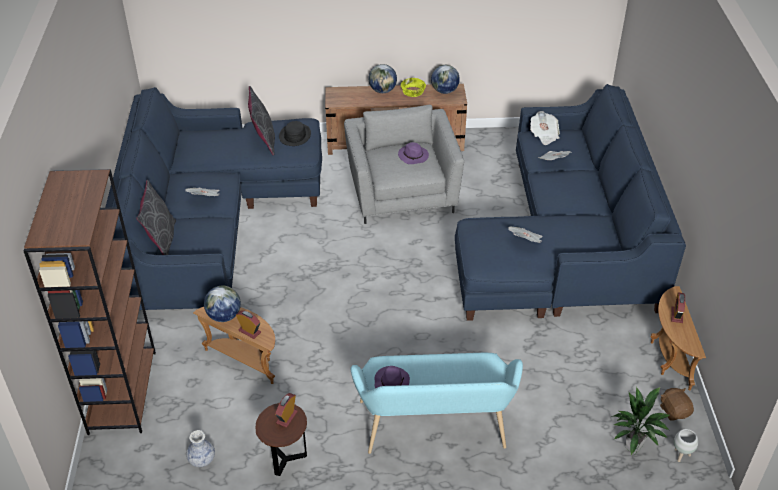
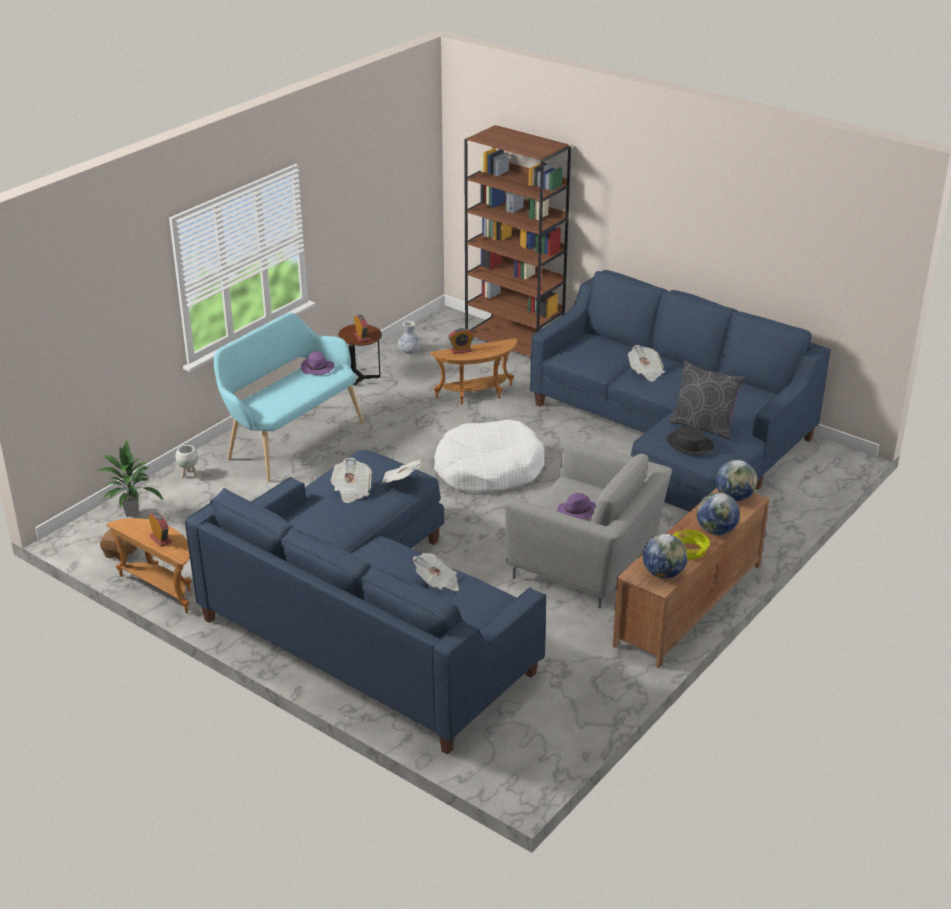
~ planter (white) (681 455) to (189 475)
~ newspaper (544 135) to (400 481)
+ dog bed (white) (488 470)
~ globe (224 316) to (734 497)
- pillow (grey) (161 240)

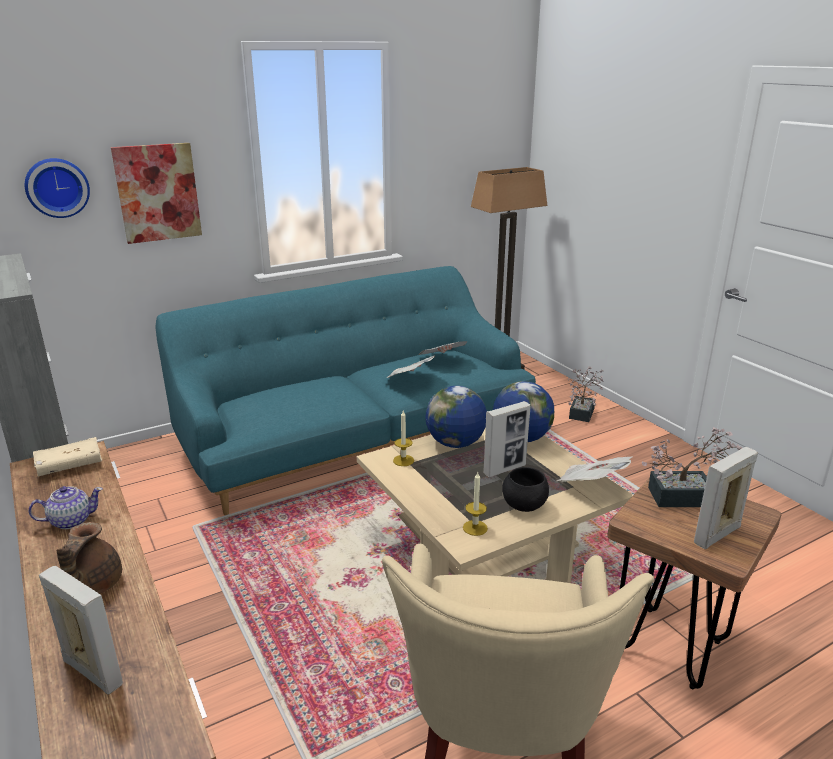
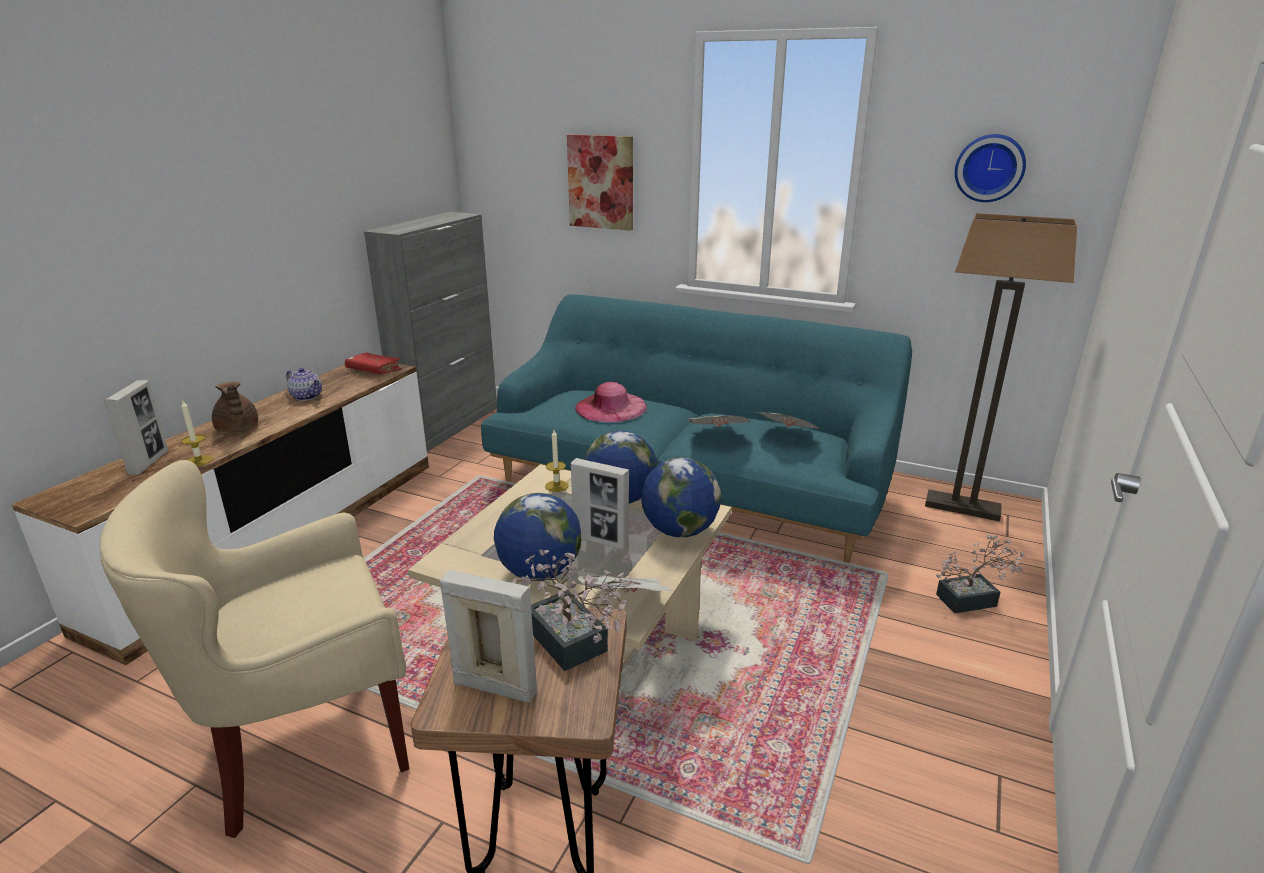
~ candle (475 528) to (199 461)
~ teapot (brown) (92 585) = (237 429) 90 degrees counterclockwise
~ book (beige) (69 465) to book (red) (374 370)
~ bowl (black) (523 505) to globe (540 573)
+ hat (pink) (611 407)
~ wall clock (57 187) to (989 168)

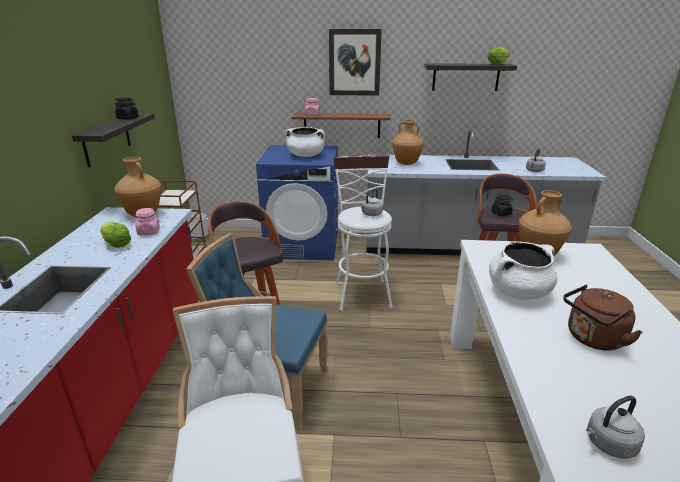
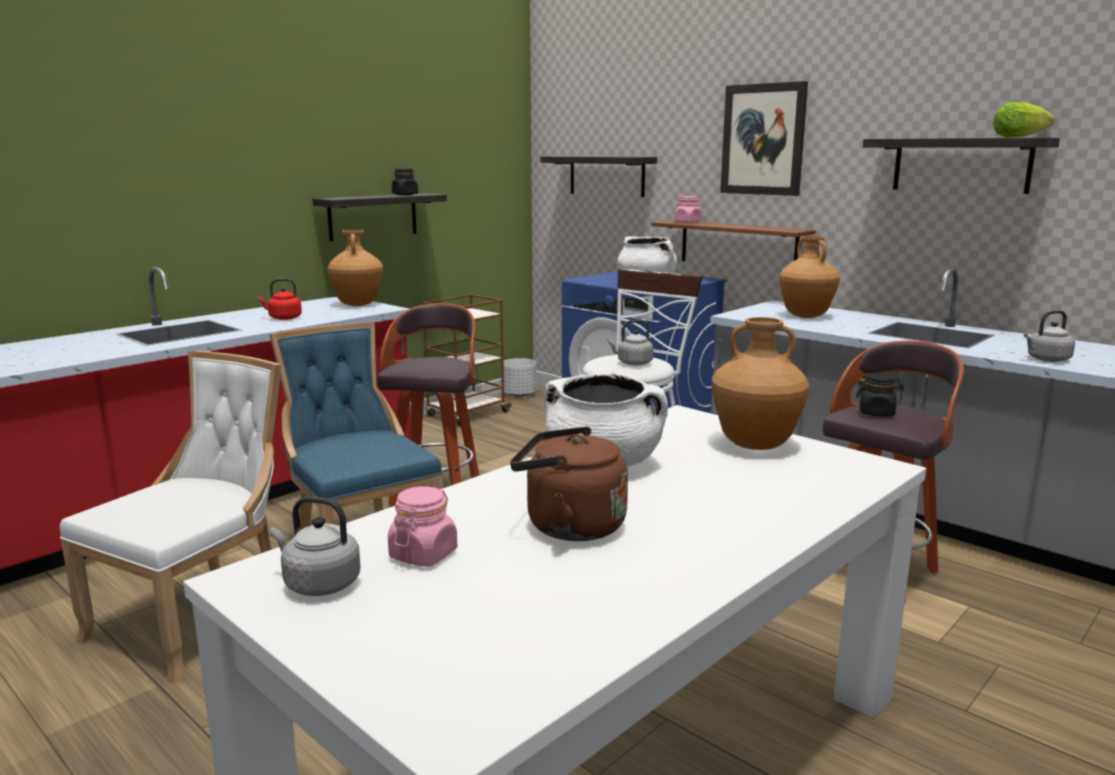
~ lettuce (116 244) to kettle (red) (283 318)
~ jar (pink) (149 232) to (423 554)
+ shelf (606 176)

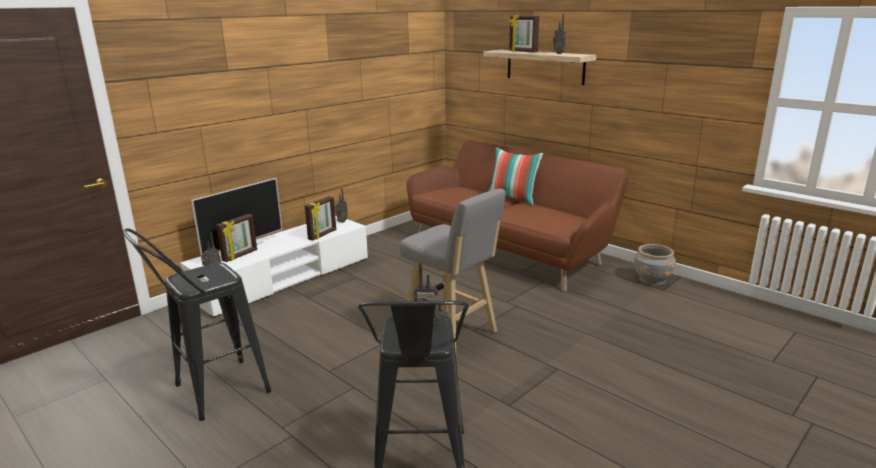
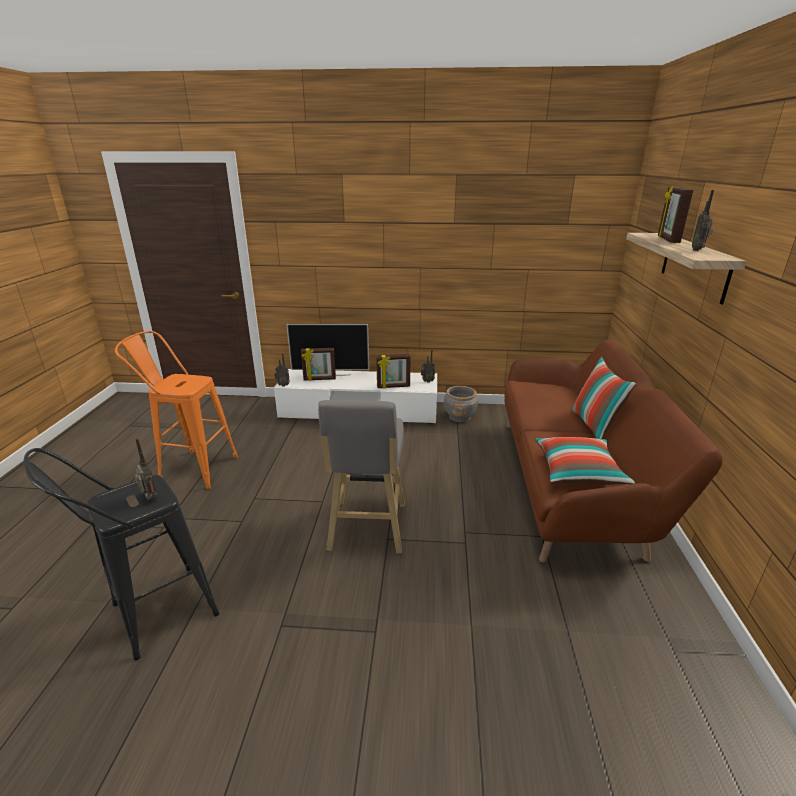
~ stool (black) (212 392) to stool (orange) (192 468)
~ planter (grey) (652 279) to (460 417)
+ pillow (578 471)

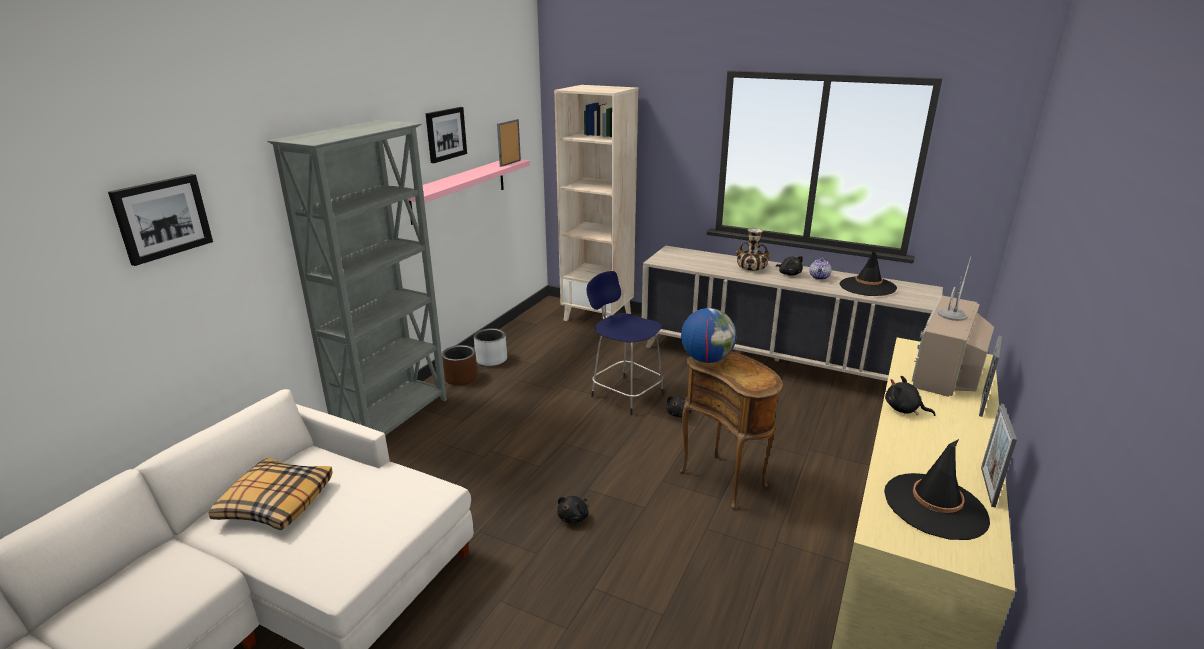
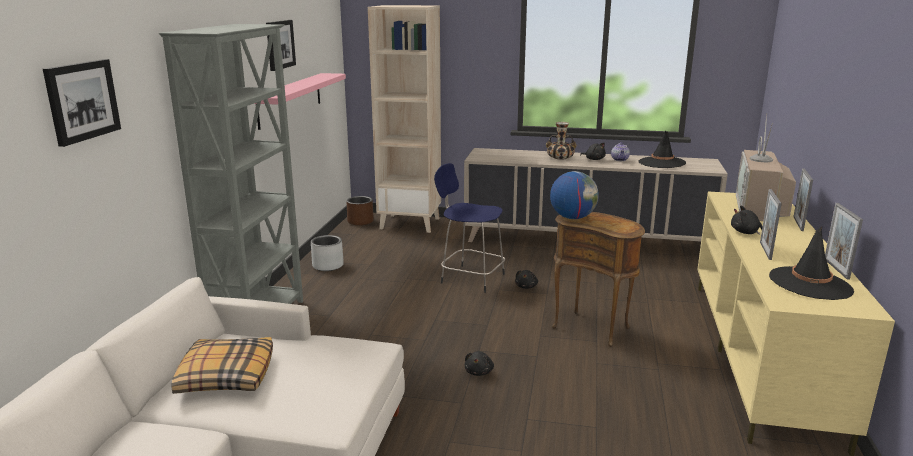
~ planter (brown) (461 378) to (360 221)
~ picture frame (510 163) to (765 250)

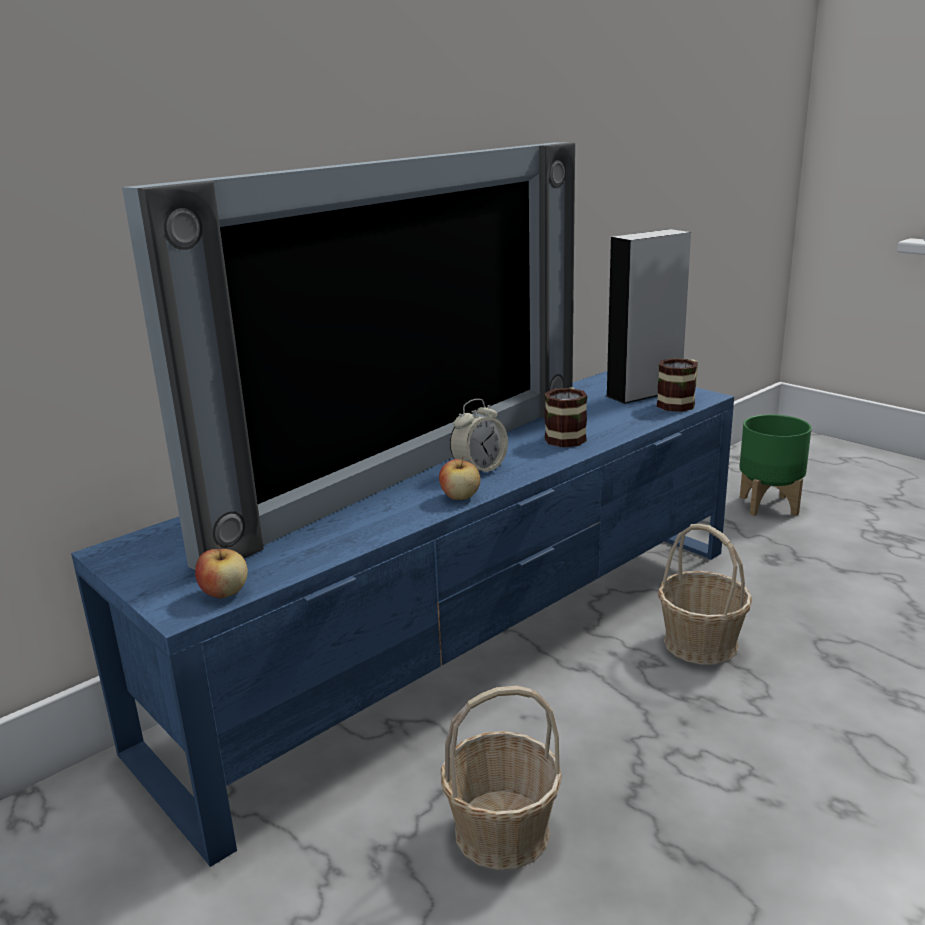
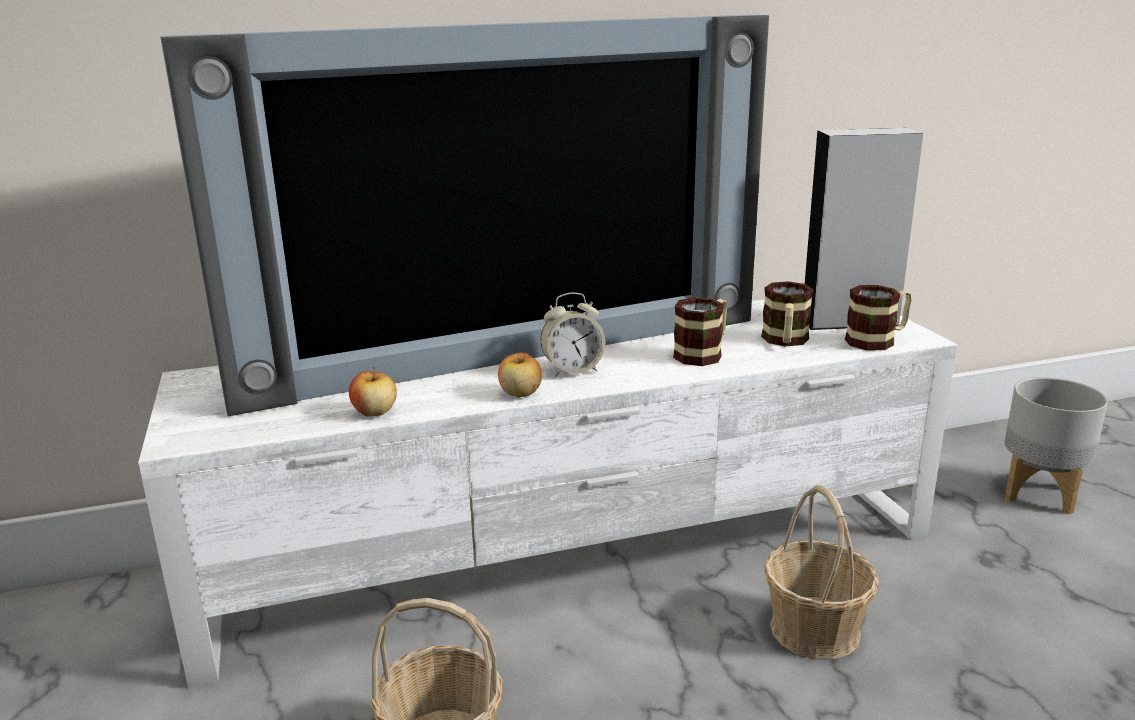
~ tv stand (blue) (471 637) to tv stand (white) (574 550)
~ apple (224 592) to (375 412)
+ mug (785 341)
~ planter (green) (769 505) to planter (grey) (1041 494)

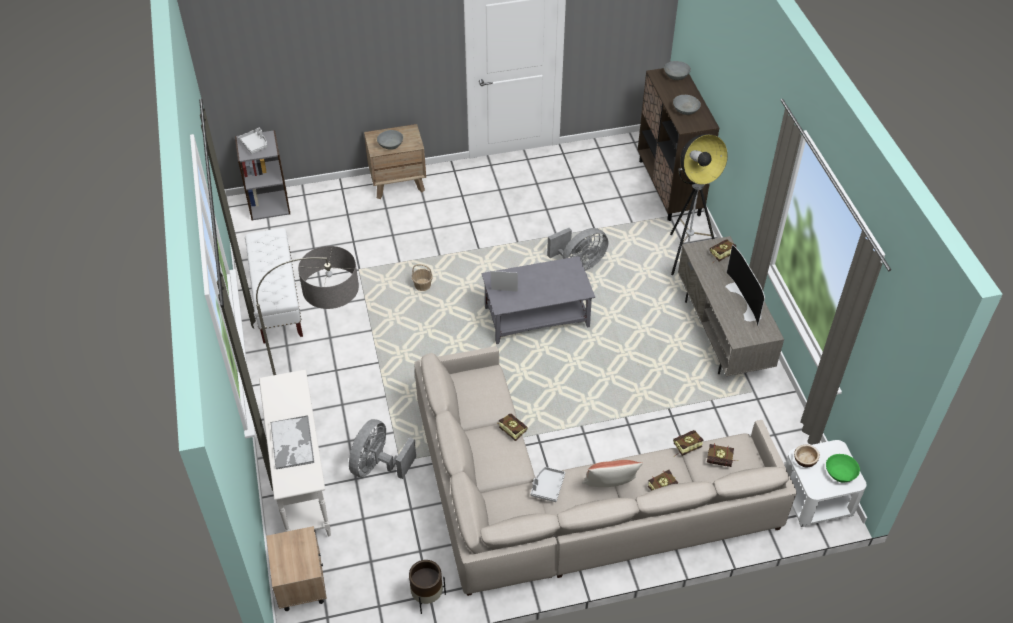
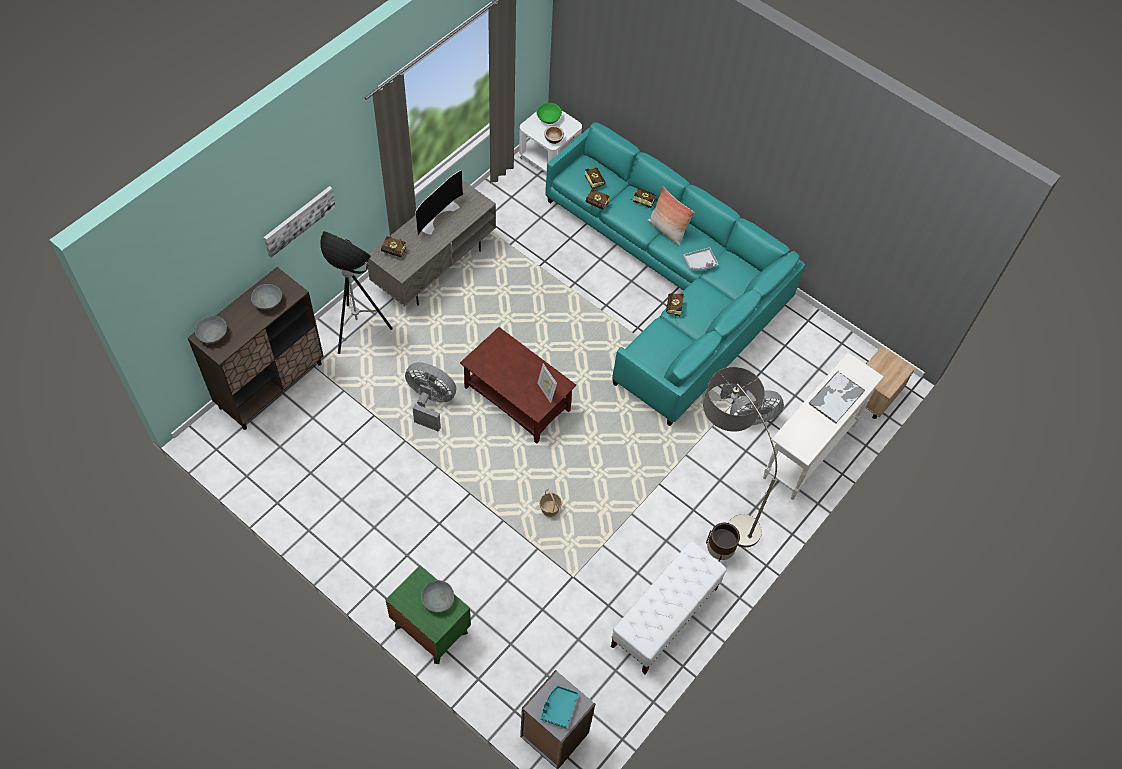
+ picture (299 220)
~ nightstand (brown) (398 183) to nightstand (green) (430 629)
~ coffee table (grey) (536 317) to coffee table (brown) (518 399)
~ tray (grey) (255 144) to tray (turquoise) (559 708)
~ sofa (beige) (568 501) to sofa (turquoise) (670 284)
~ planter (brown) (427 597) to (719 553)

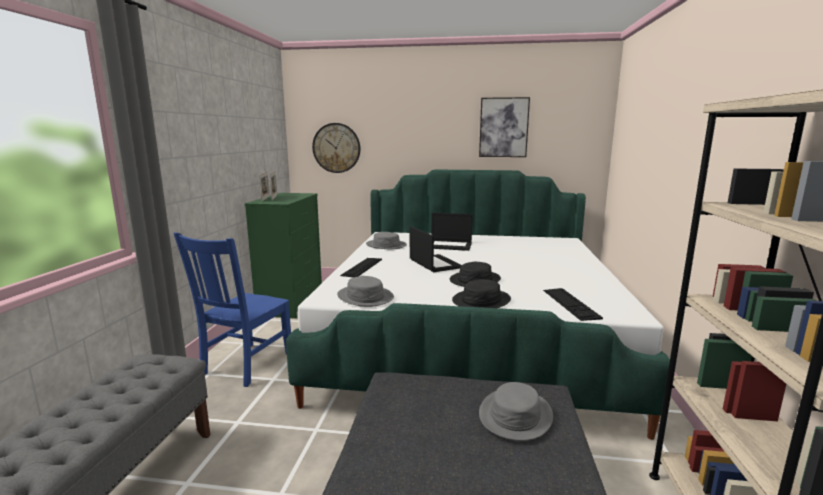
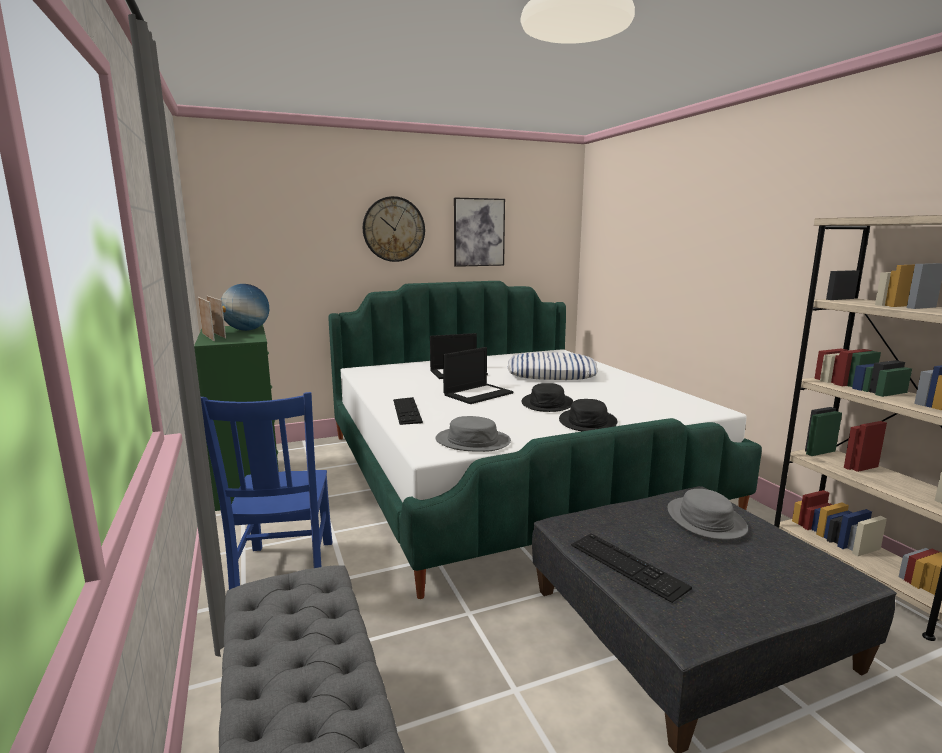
+ globe (247 330)
~ wall clock (336 148) to (393 229)
~ laptop (434 263) = (478 394) 105 degrees clockwise
+ pillow (552 374)
~ keyboard (570 303) to (627 565)
- hat (grey) (386 245)

